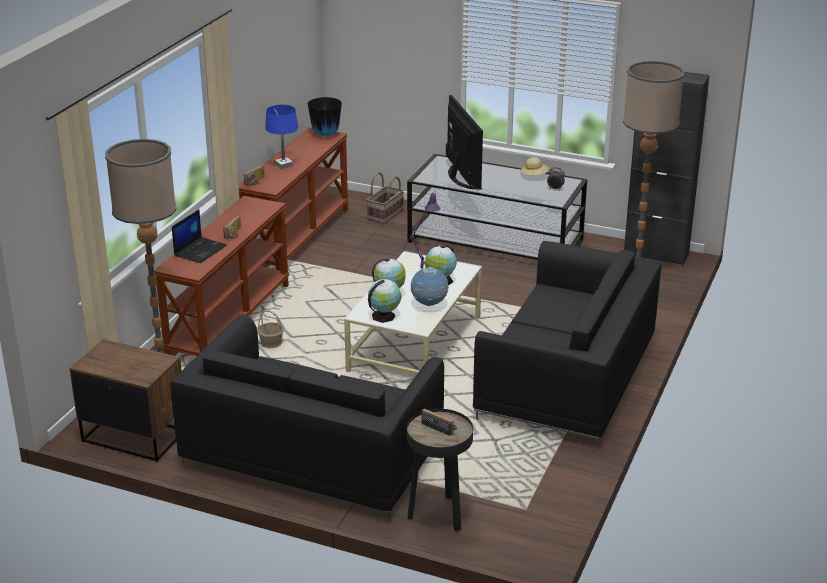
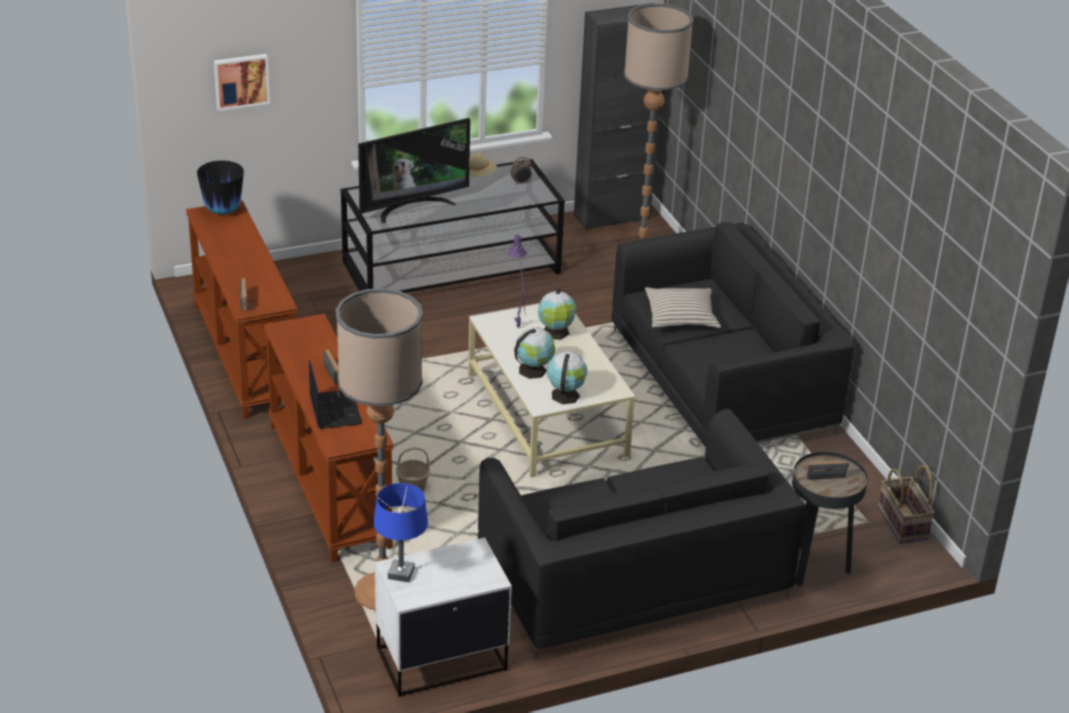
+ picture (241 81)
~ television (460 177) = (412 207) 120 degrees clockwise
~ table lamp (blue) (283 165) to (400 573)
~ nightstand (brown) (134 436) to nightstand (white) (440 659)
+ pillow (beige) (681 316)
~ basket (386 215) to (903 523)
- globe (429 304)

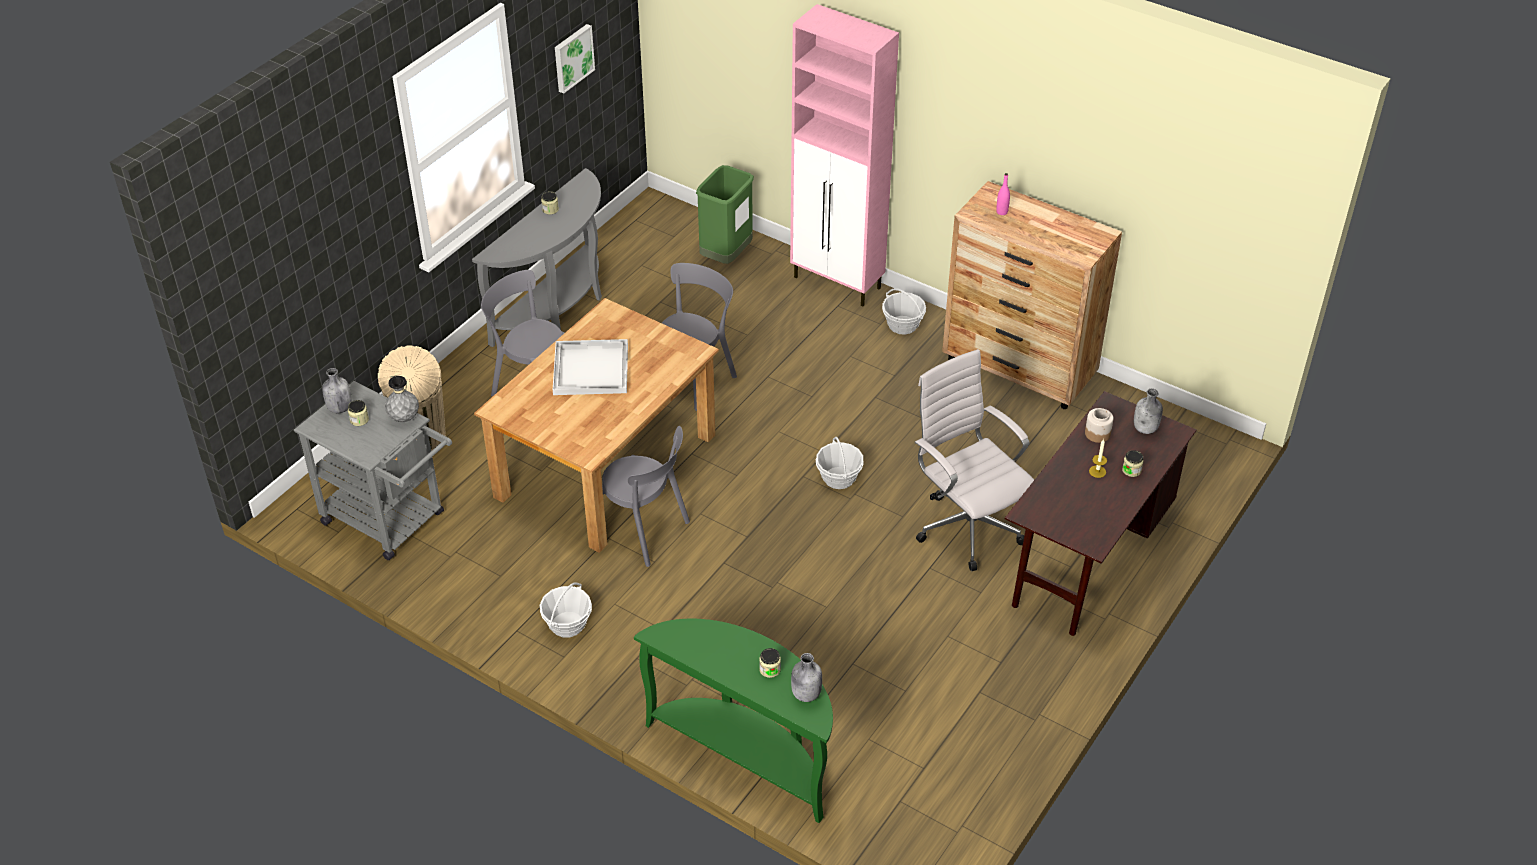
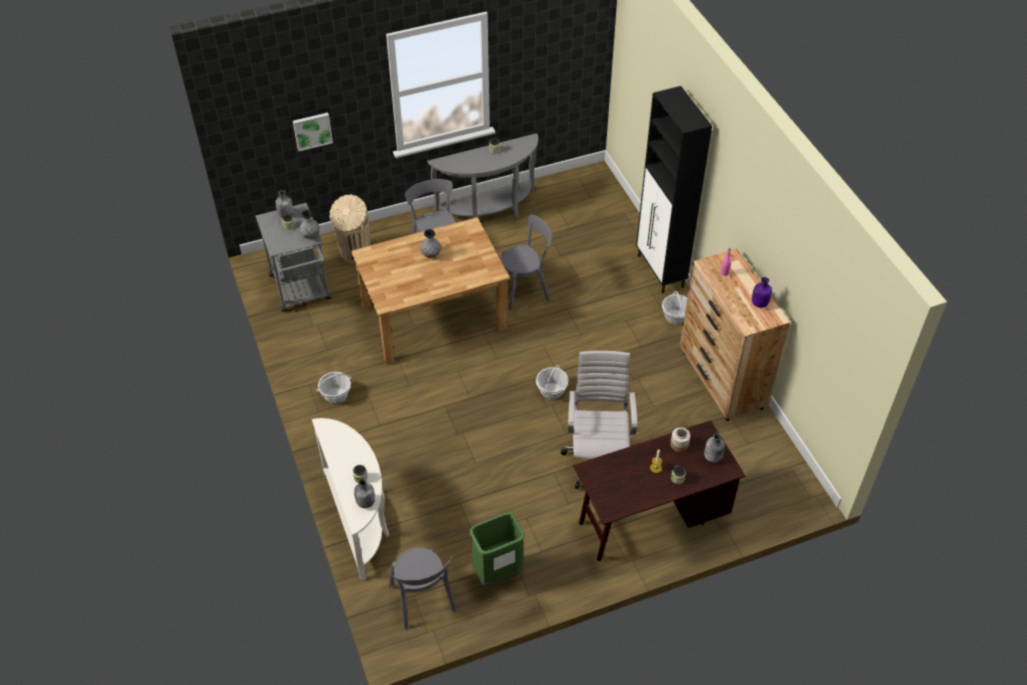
~ picture (572 57) to (312 130)
~ console table (green) (746 754) to console table (white) (360 520)
~ chair (grey) (645 532) to (423 601)
~ tray (white) (590 368) to vase (grey) (431 255)
~ trash can (green) (726 256) to (497 574)
~ cabinet (pink) (838 283) to cabinet (black) (660 272)
+ bottle (purple) (759 303)

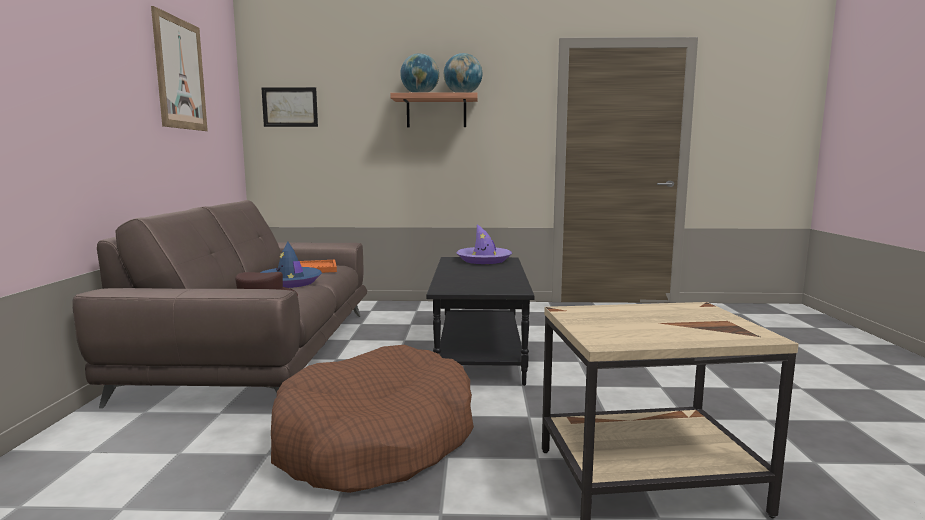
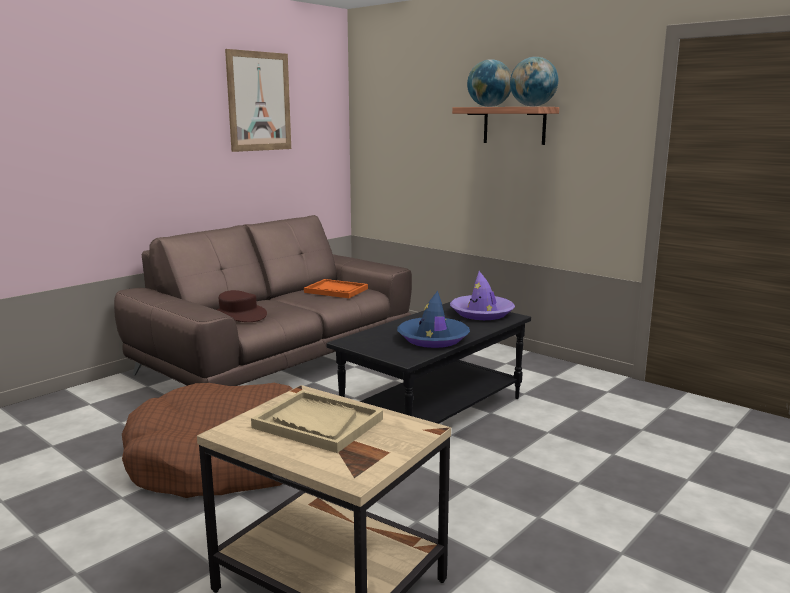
+ tray (beige) (317 423)
~ hat (blue) (290 282) to (433 339)
- picture (290 107)

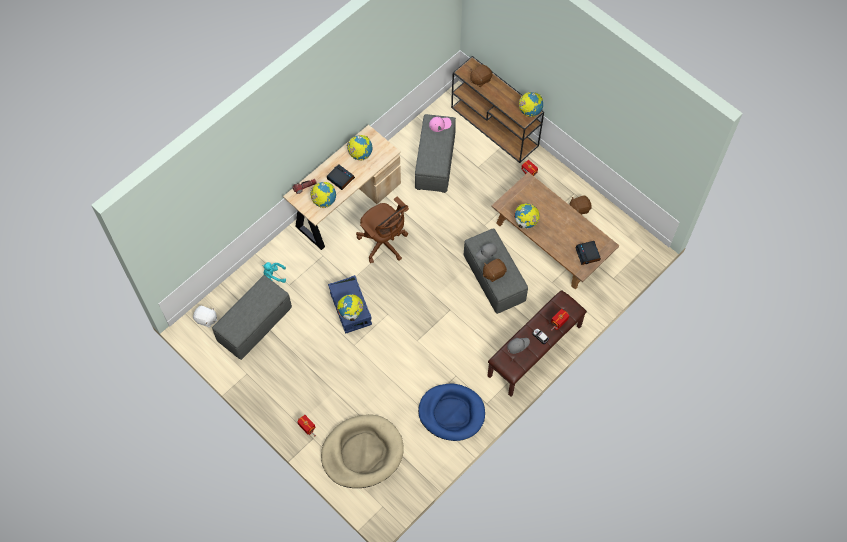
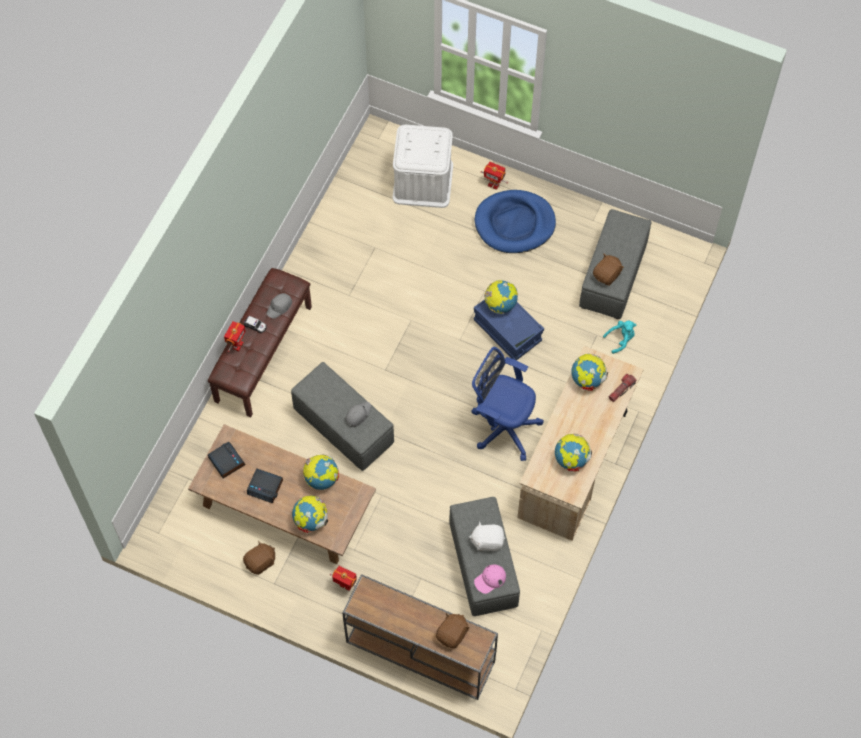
~ alarm clock (340 178) to (265 487)
~ globe (530 111) to (311 520)
~ dog bed (beige) (362 453) to storage box (white) (423 182)
~ plush toy (white) (206 319) to (487 541)
~ office chair (brown) (384 243) to office chair (blue) (503 426)
~ dog bed (blue) (451 413) to (514 224)
~ plush toy (brown) (493 273) to (607 275)

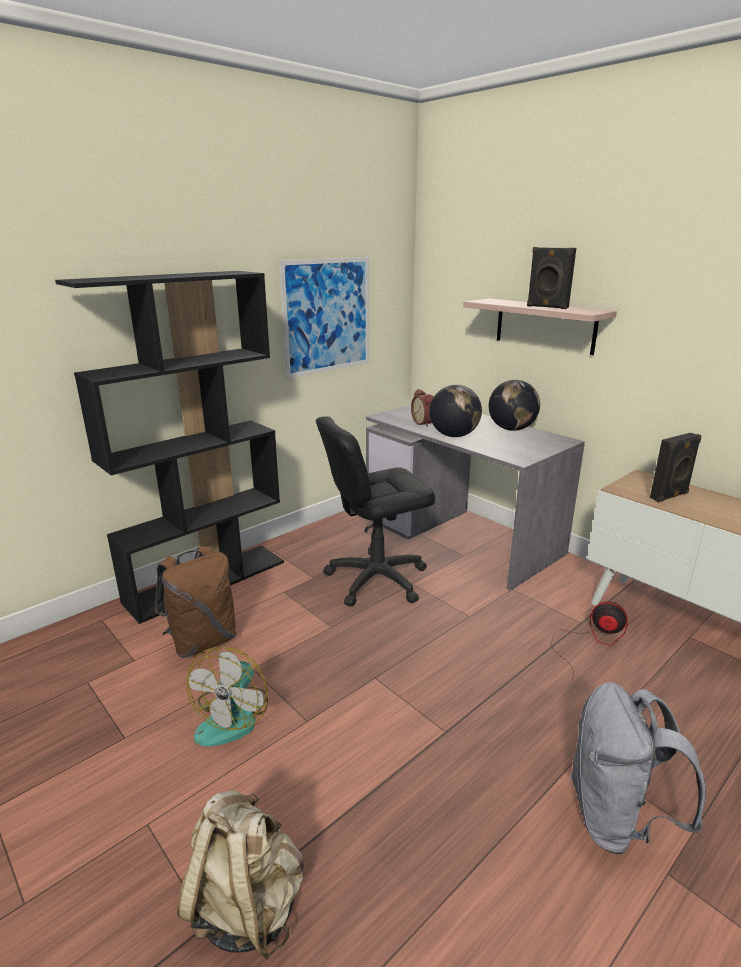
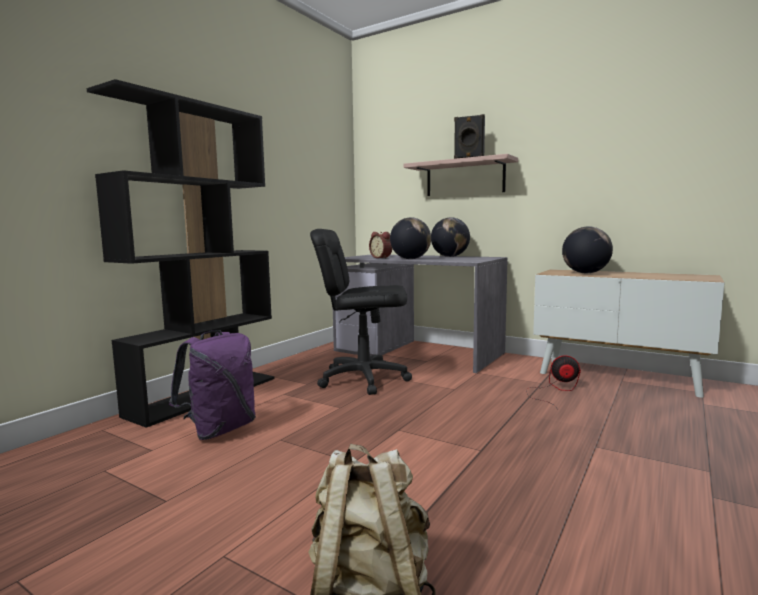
~ backpack (brown) (202 641) to backpack (purple) (220 429)
~ office chair (black) (376 579) = (363 379) 45 degrees clockwise
~ speaker (black) (670 496) to globe (585 273)
- fan (234 717)
- picture (327 316)
- backpack (grey) (617 818)

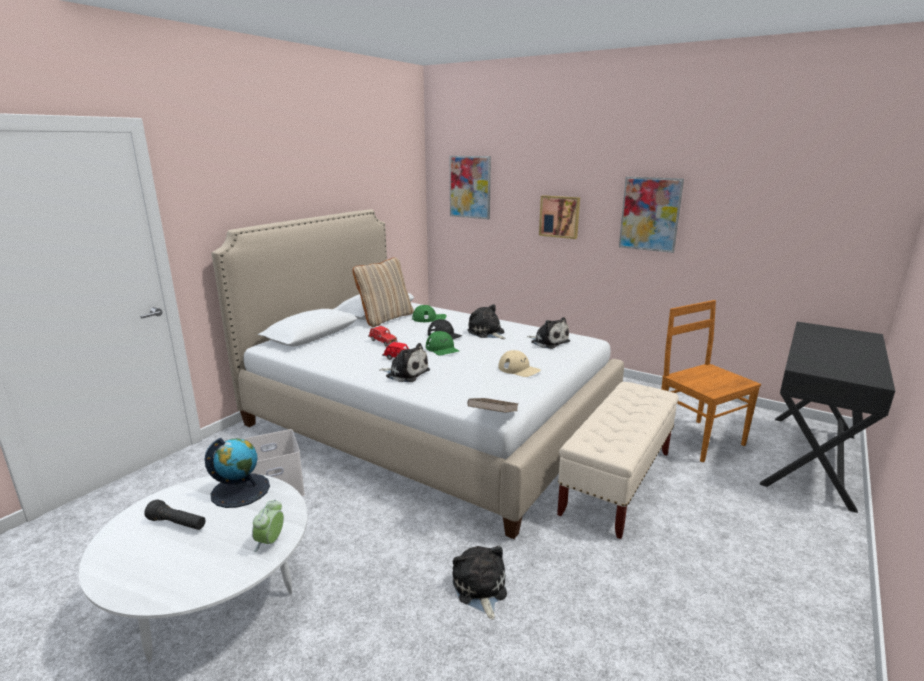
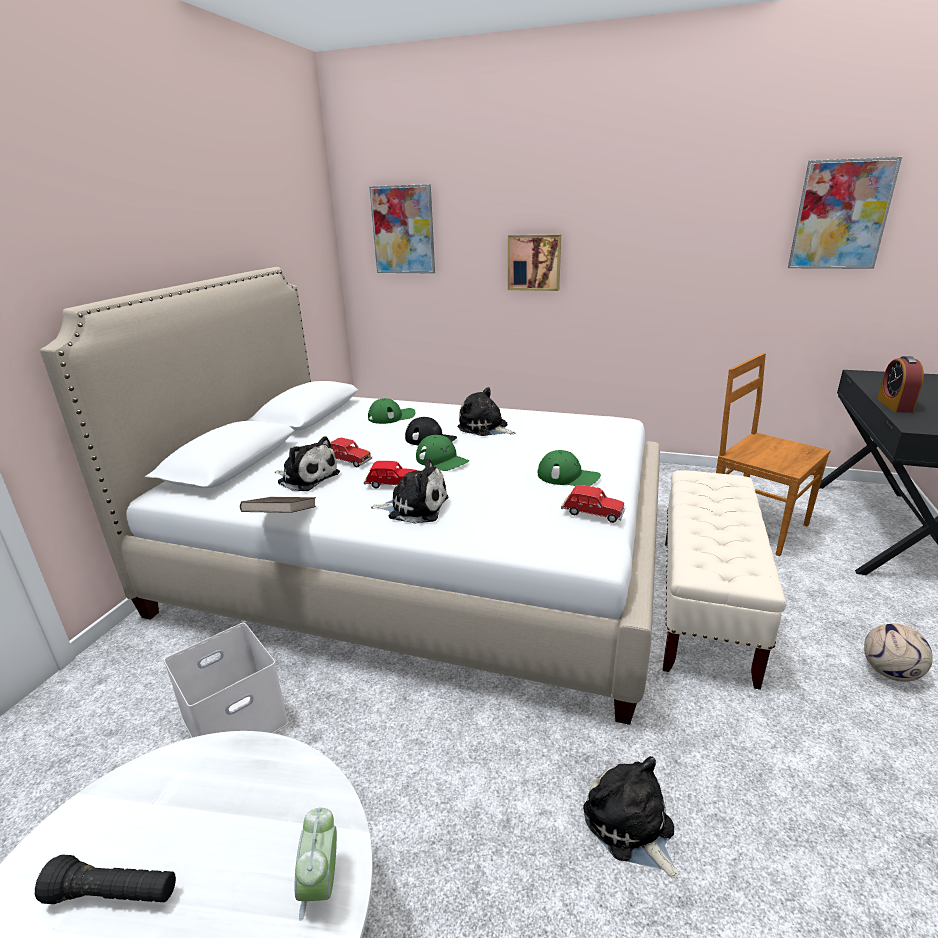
~ book (brown) (493 416) to (282 519)
~ plush toy (548 342) to (306 478)
~ cap (beige) (519 369) to cap (green) (568 476)
+ toy car (red) (592 514)
~ picture (650 214) to (841 215)
+ football (890 672)
+ alarm clock (894 405)
- globe (240 490)
- pillow (beige) (385 318)

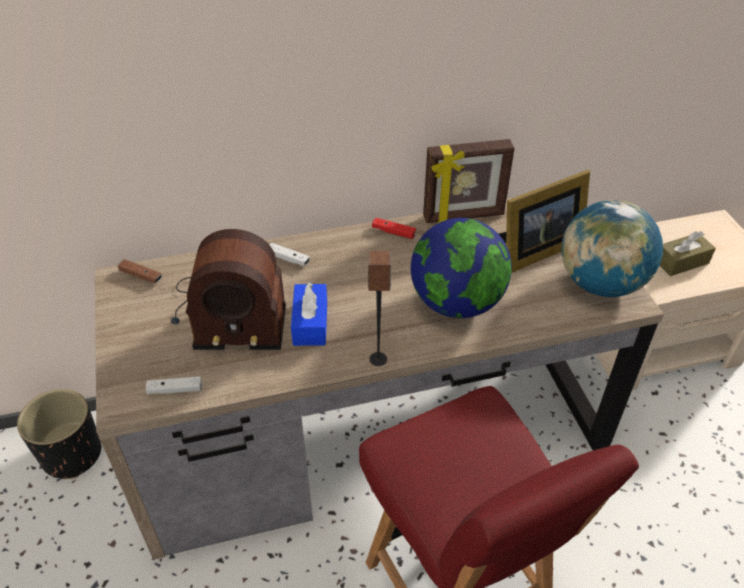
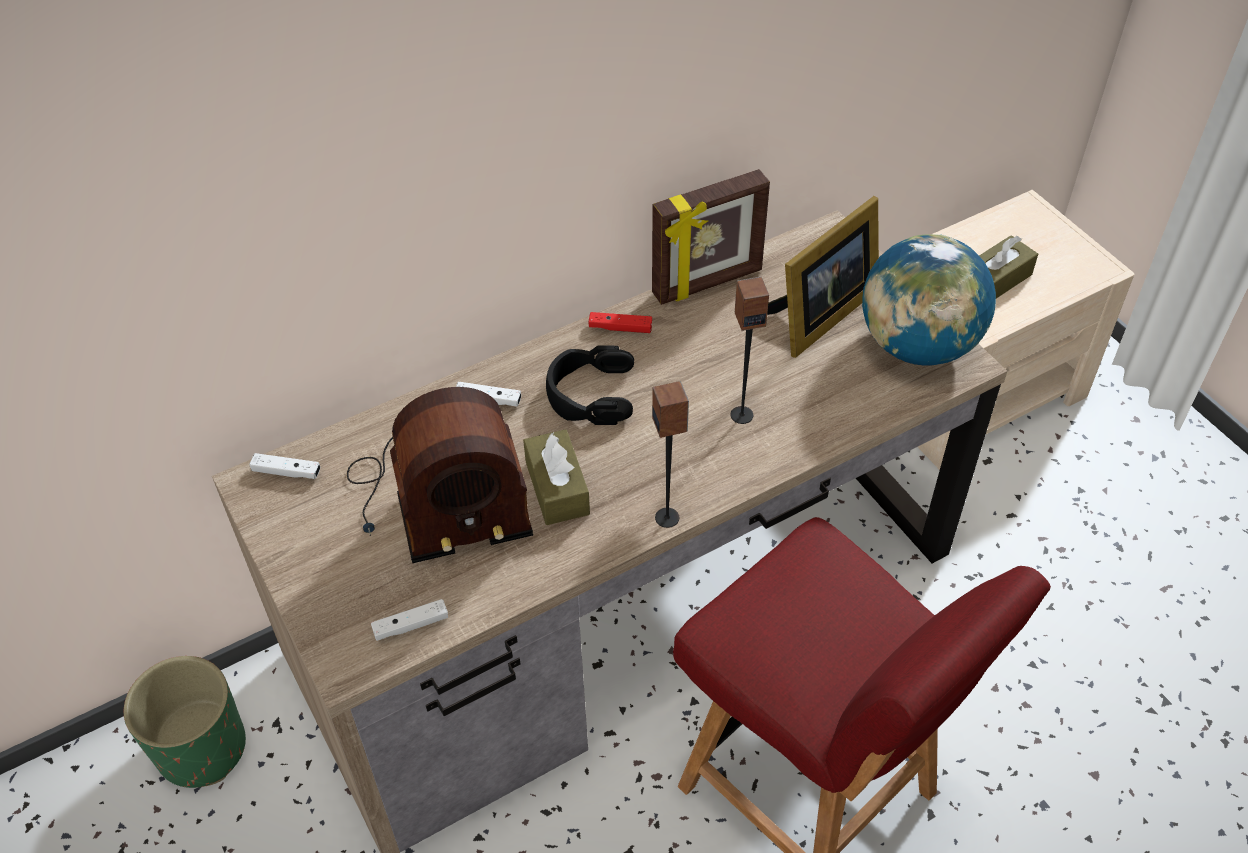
~ planter (black) (72 454) to planter (green) (201 748)
~ game controller (brown) (141 276) to game controller (white) (286 472)
~ tissue box (blue) (310 323) to tissue box (brown) (557 488)
+ headphones (black) (590 394)
~ globe (456 303) to speaker (741 414)

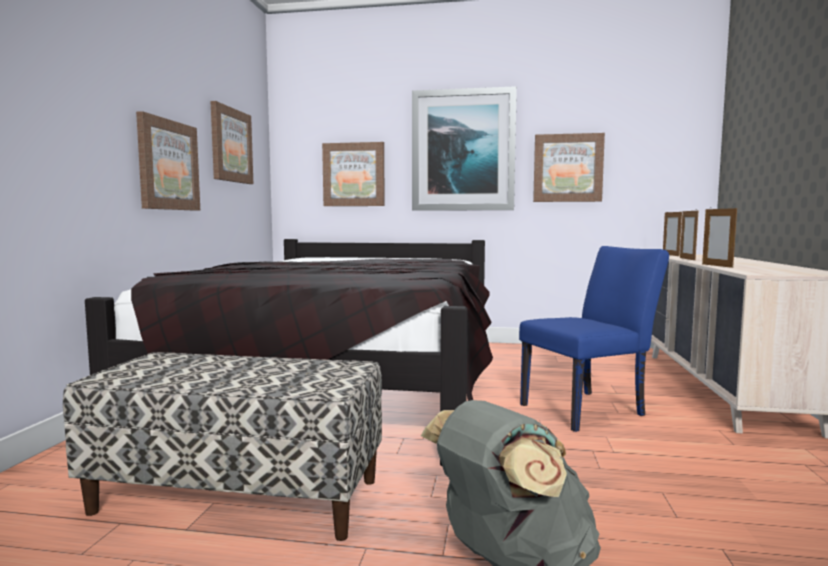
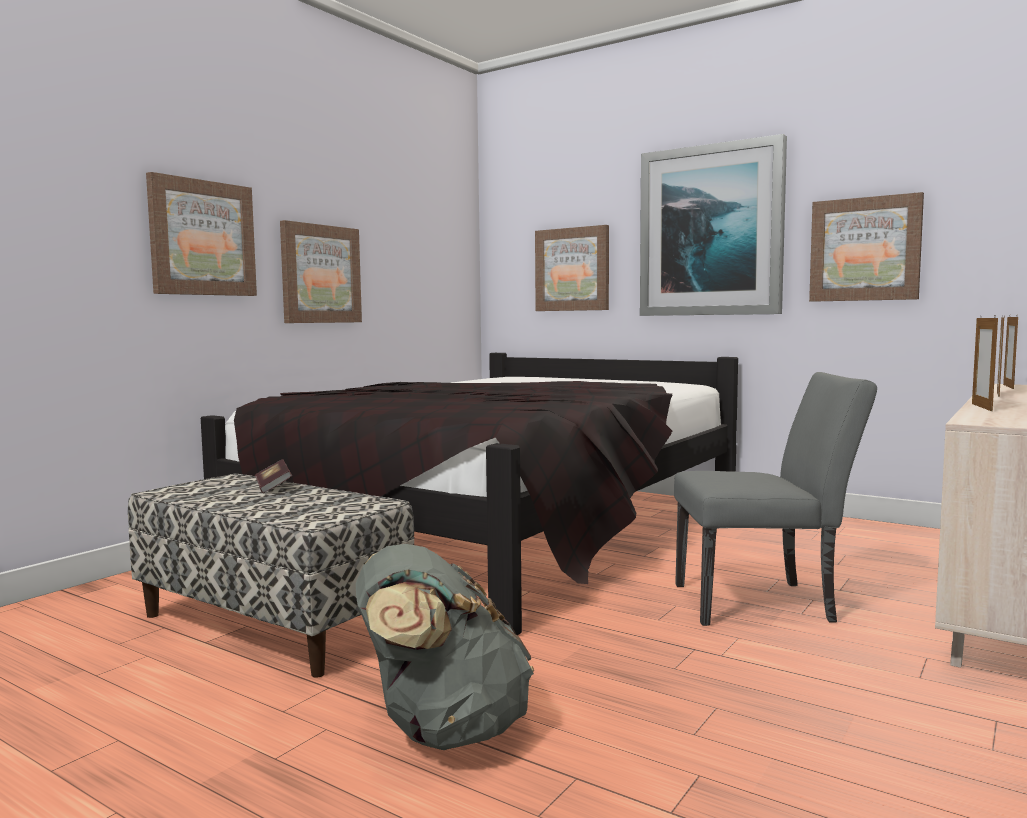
~ picture (231 145) to (202 238)
+ book (273 487)
~ chair (blue) (589 409) to chair (grey) (765 603)

